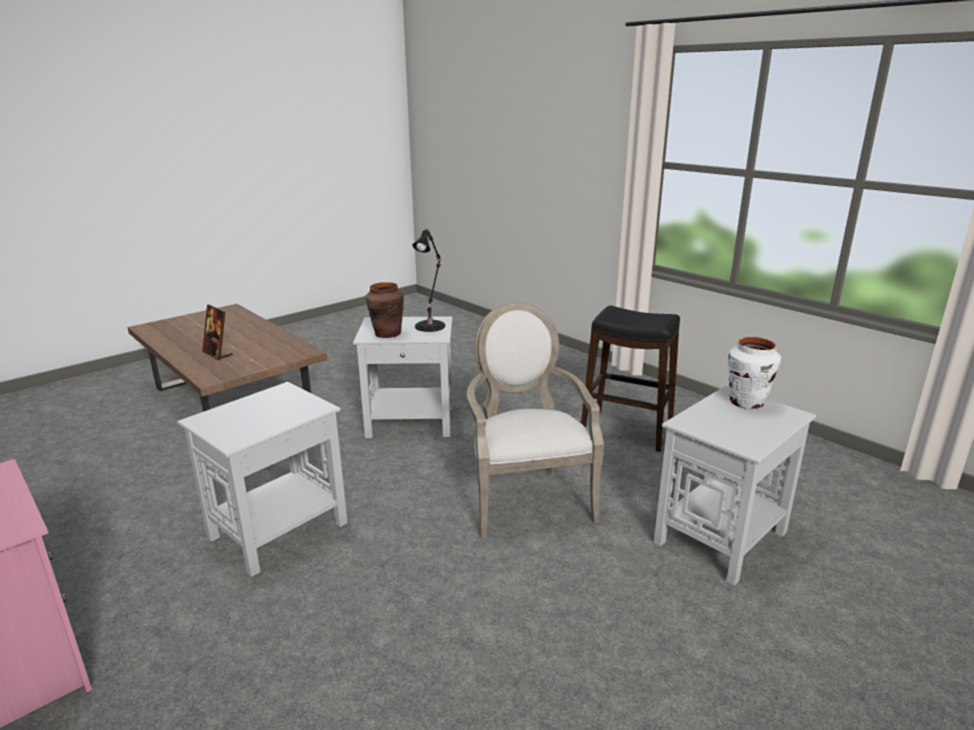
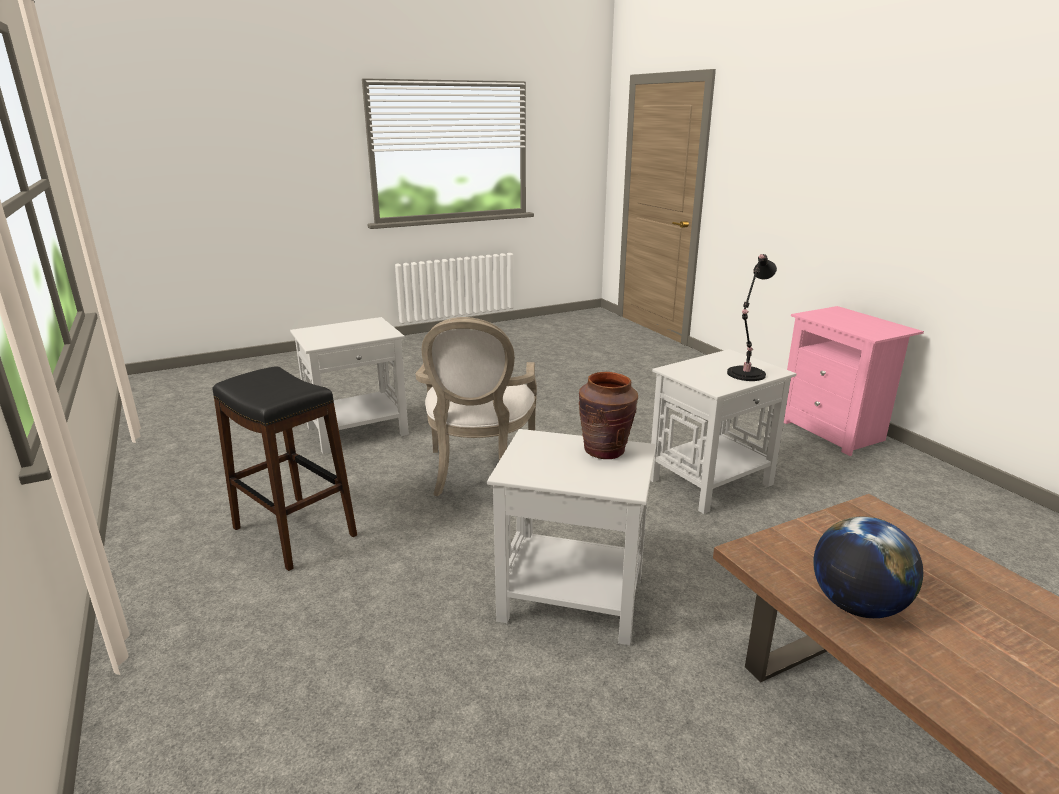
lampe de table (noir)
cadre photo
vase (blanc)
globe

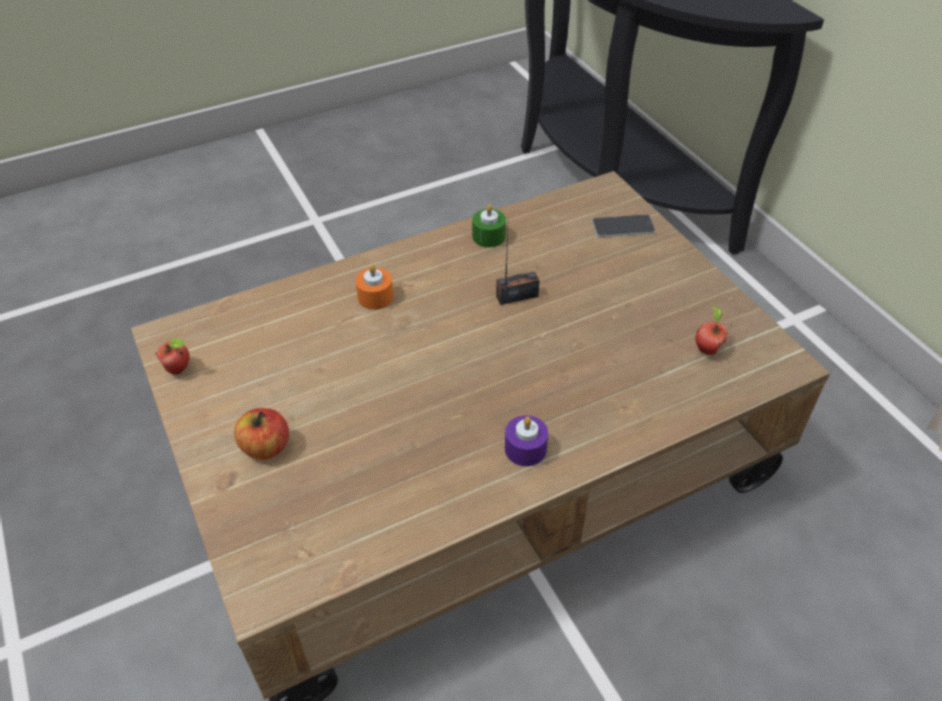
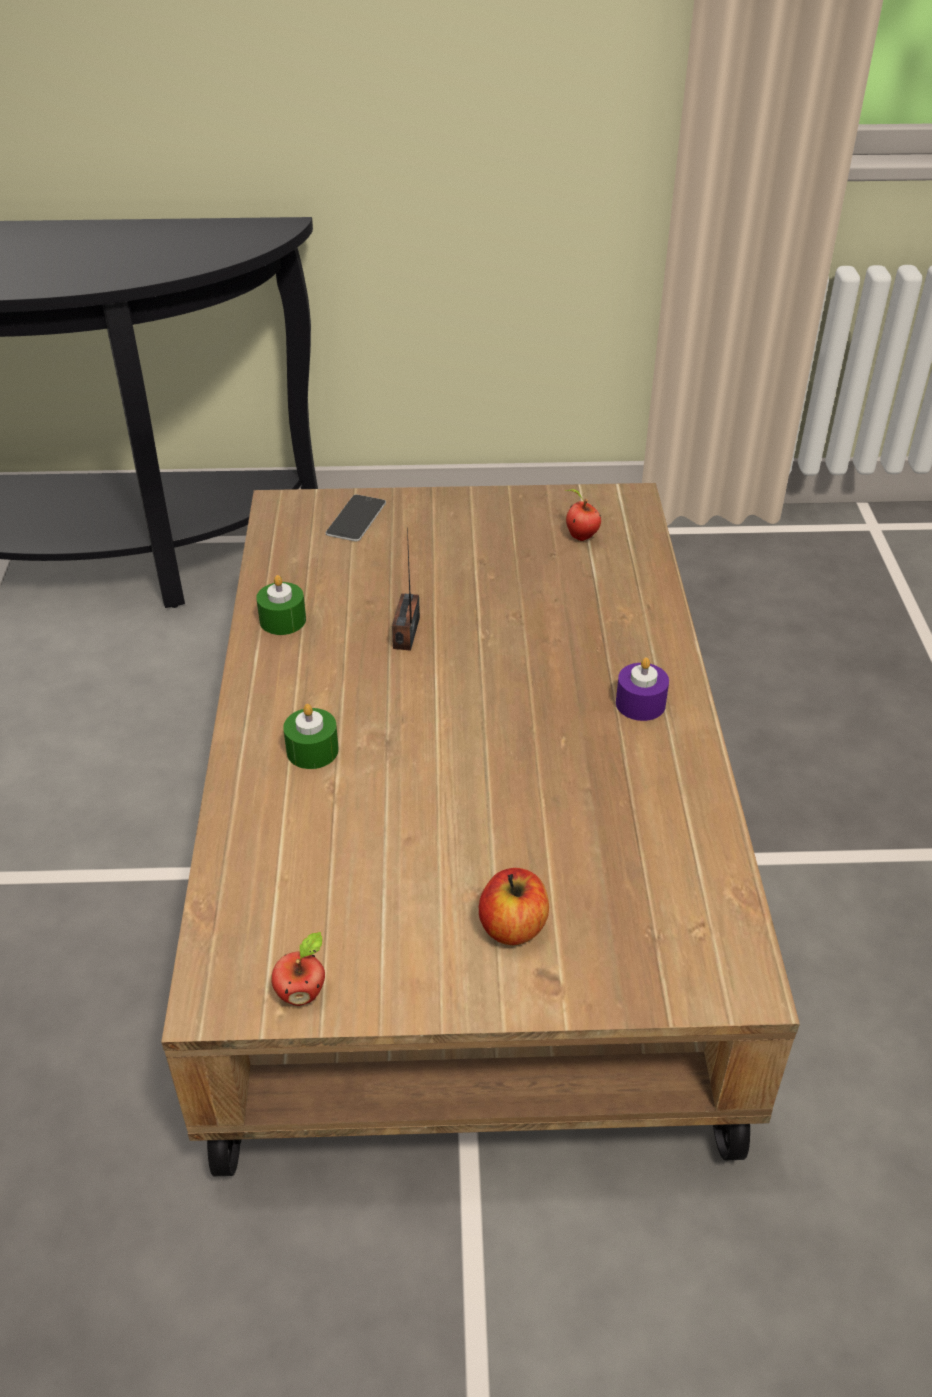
bougie (vert) (2nd from left)

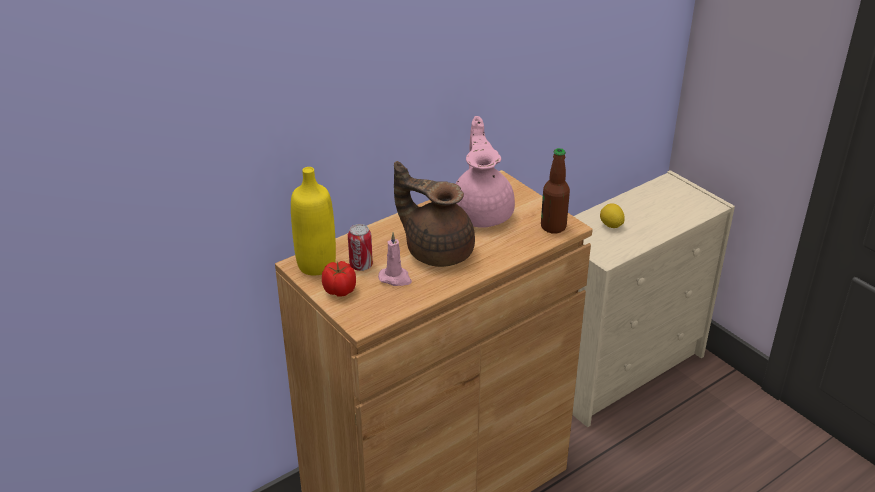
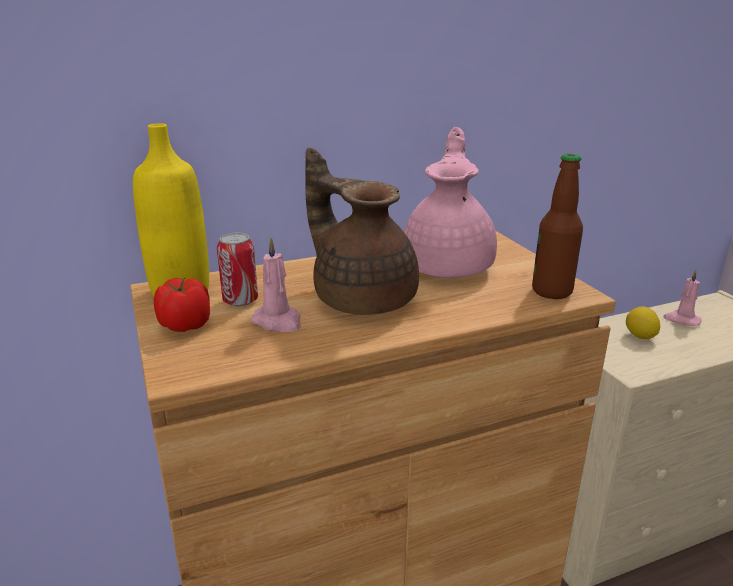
bougie (rose) (2nd from left)

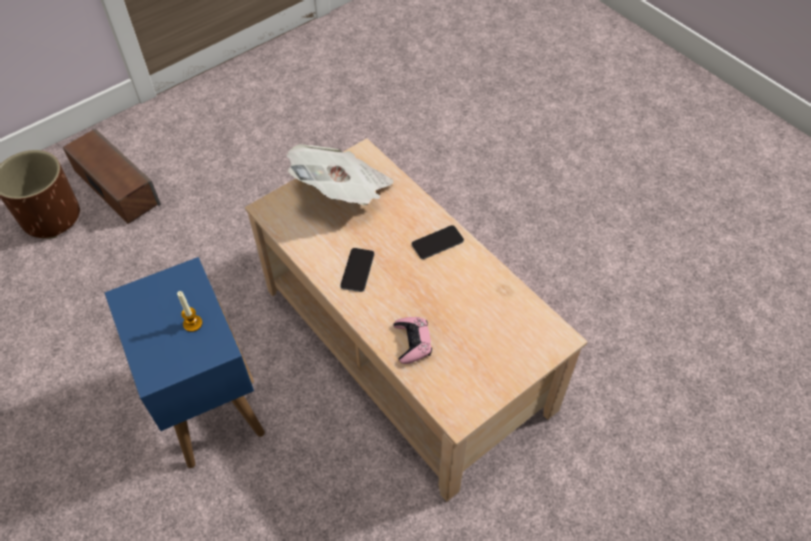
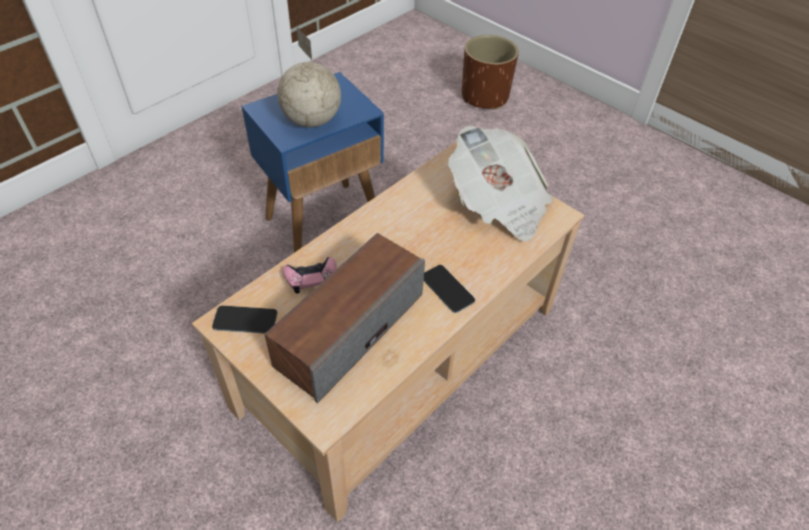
enceinte
téléphone (1st from left)
globe

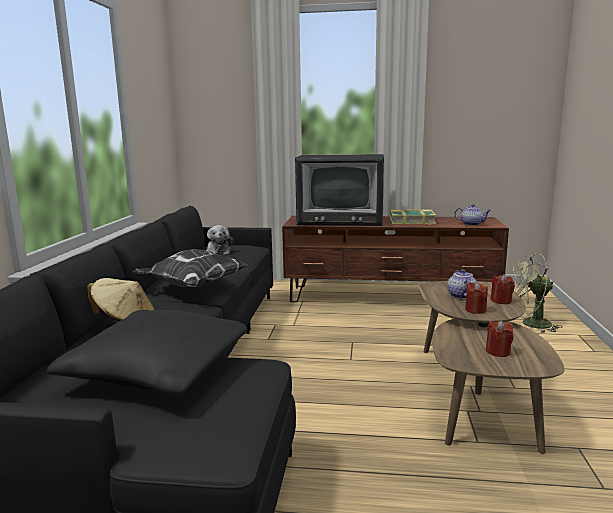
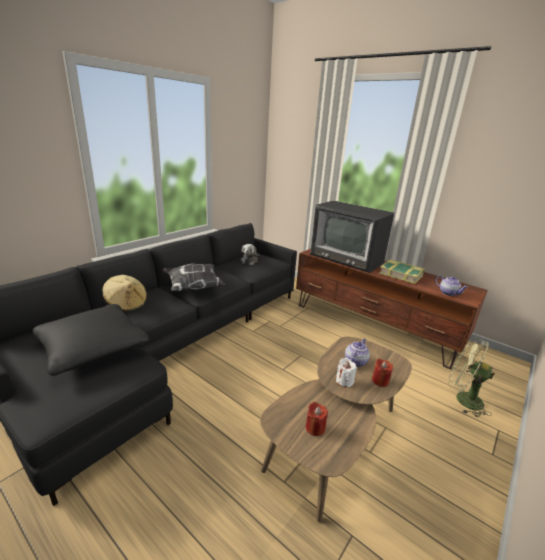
bougie (blanc)

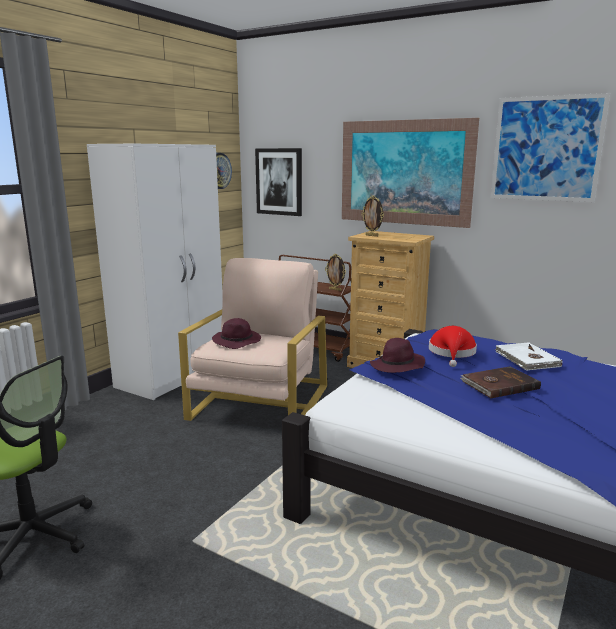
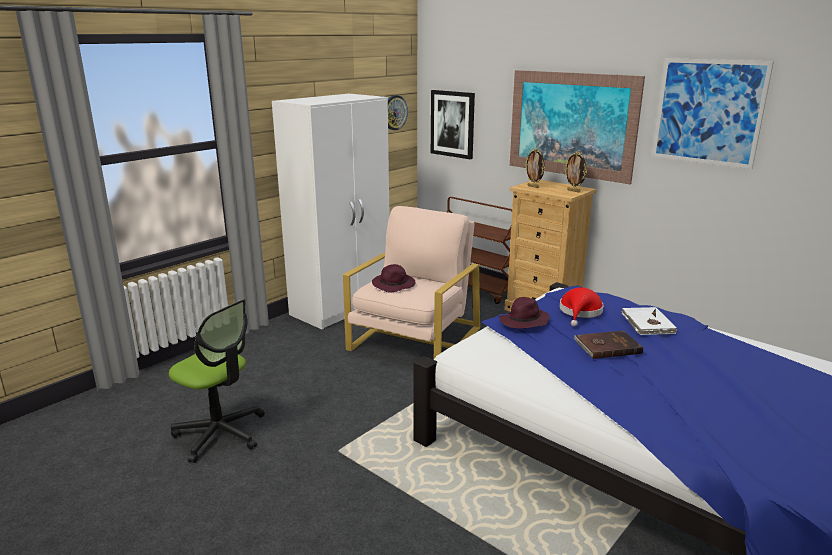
cadre photo (2nd from left)

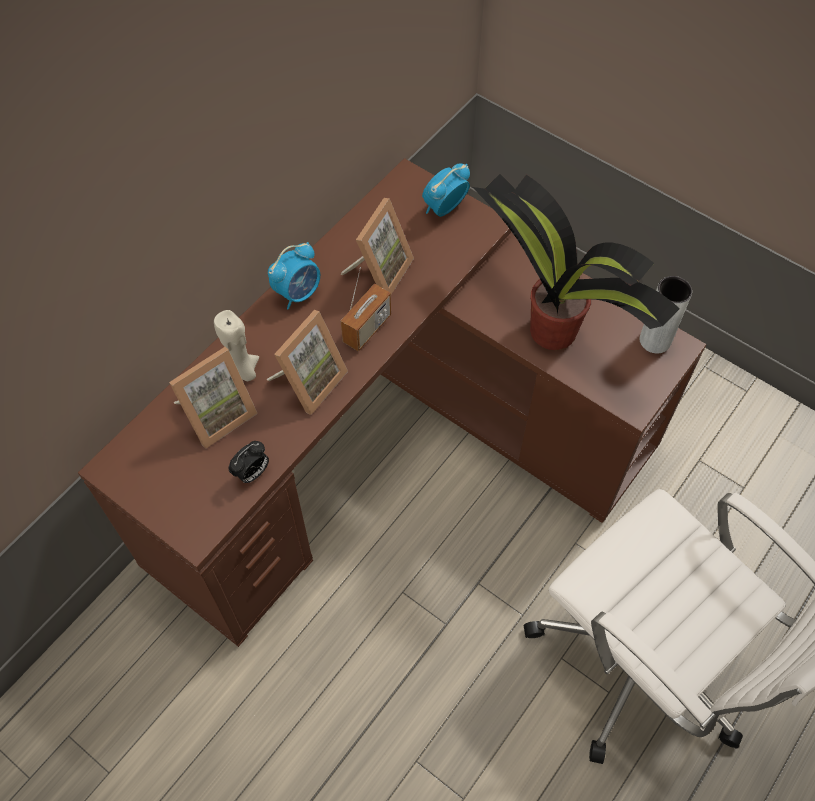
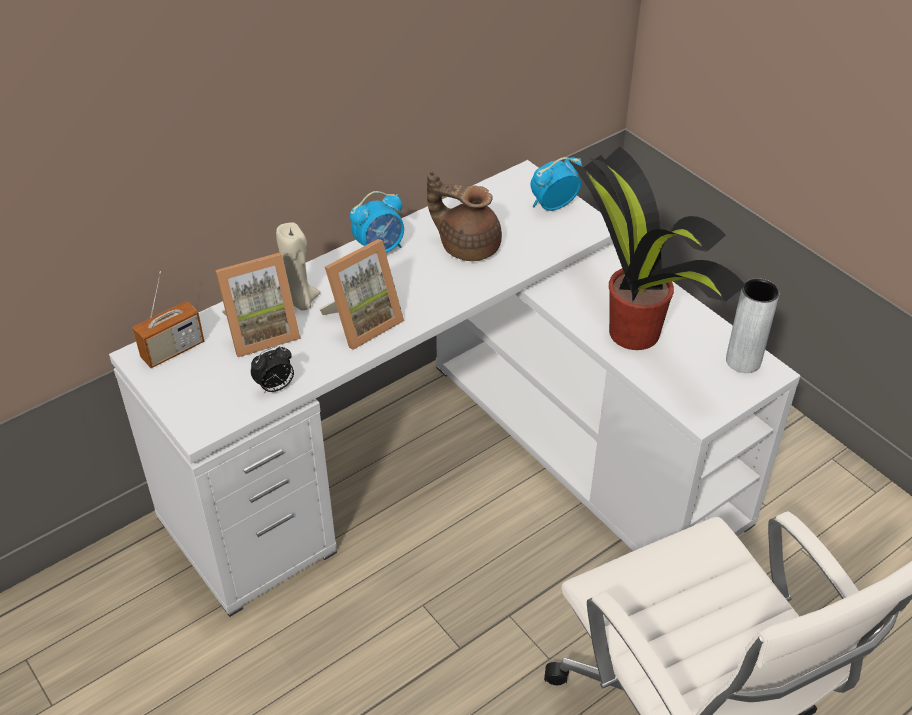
bureau (blanc)
théière (marron)
radio

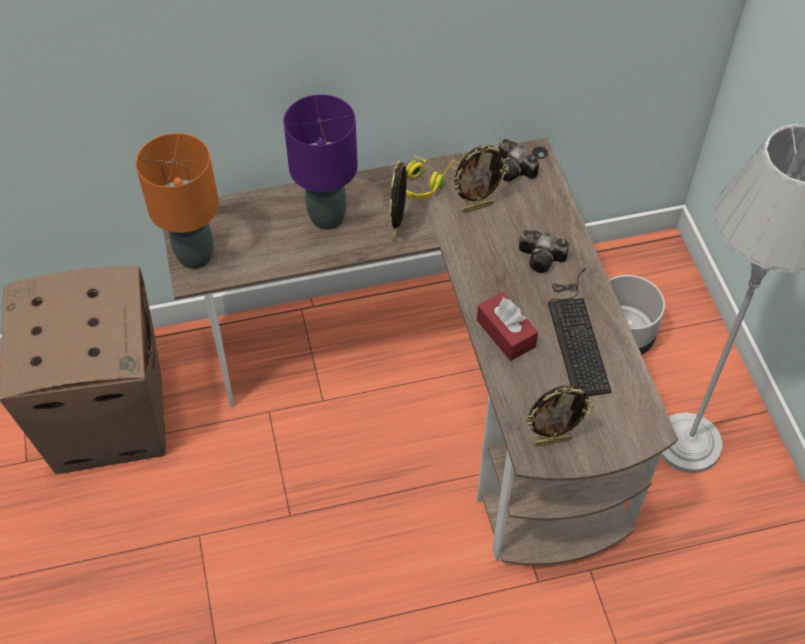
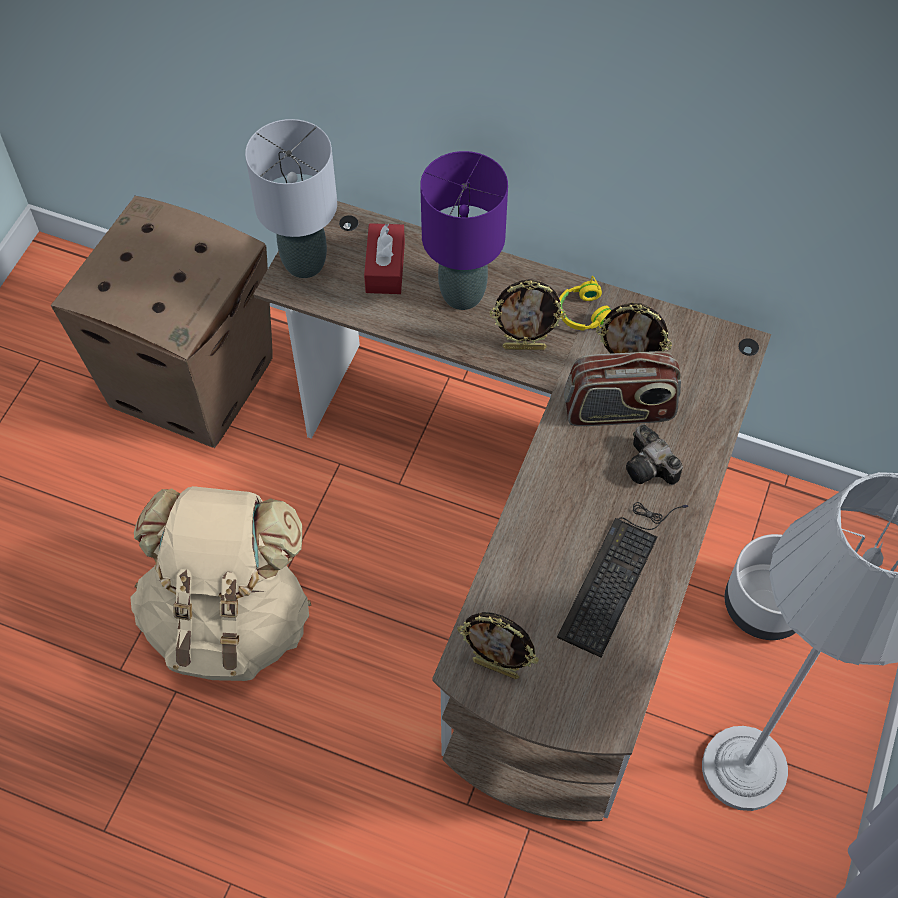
lampe de table (gris)
appareil photo (1st from left in the first image)
cadre photo (2nd from left)
boîte à mouchoirs (rouge)
radio
sac à dos (beige)

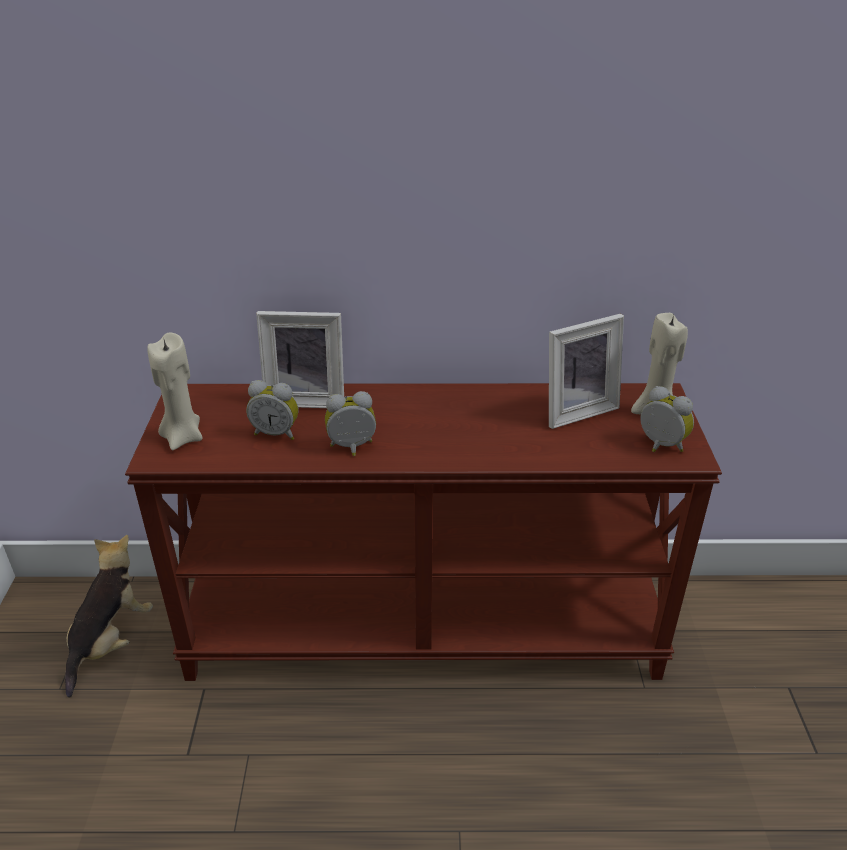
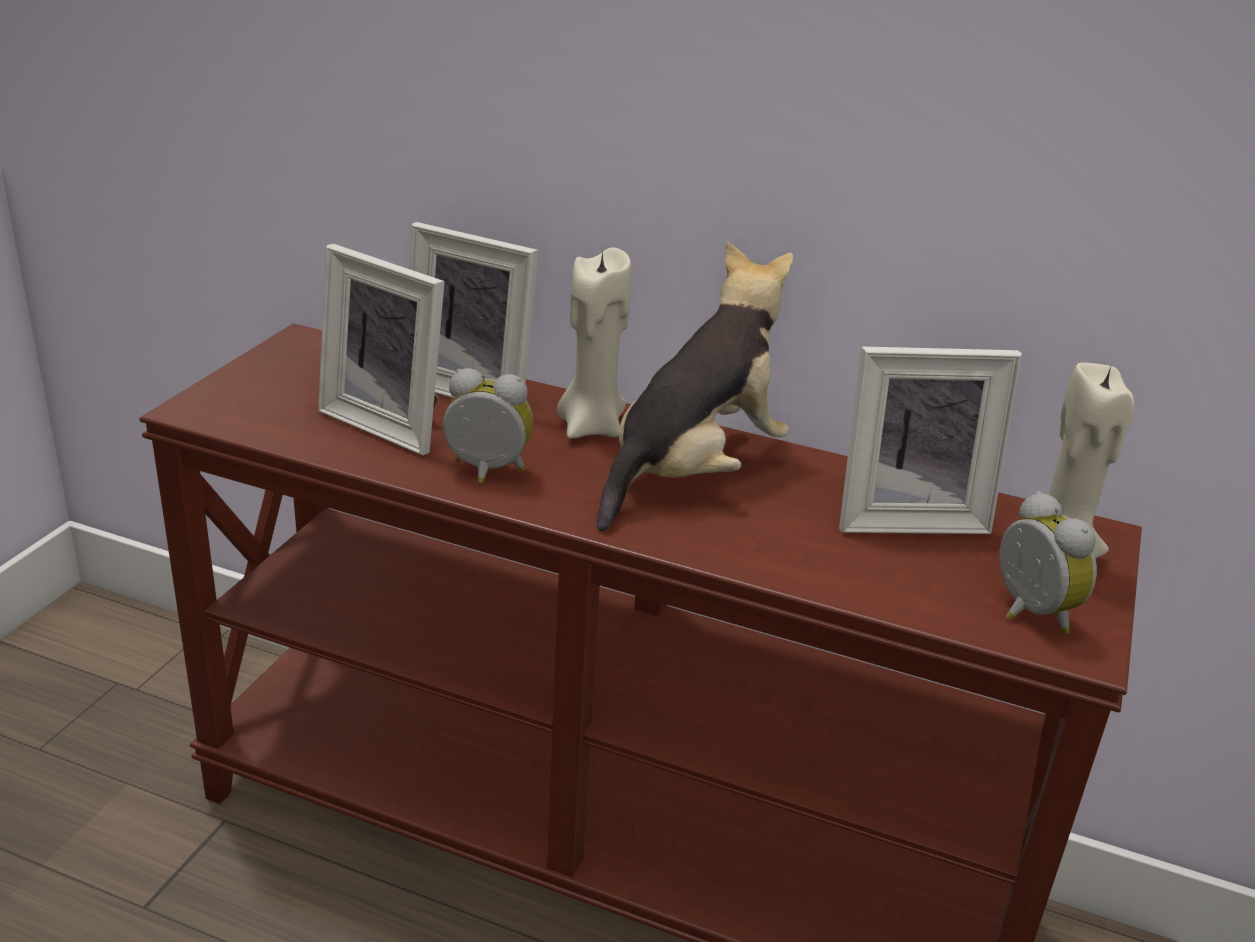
bougie (beige) (1st from left)
cadre photo (1st from left)
peluche

